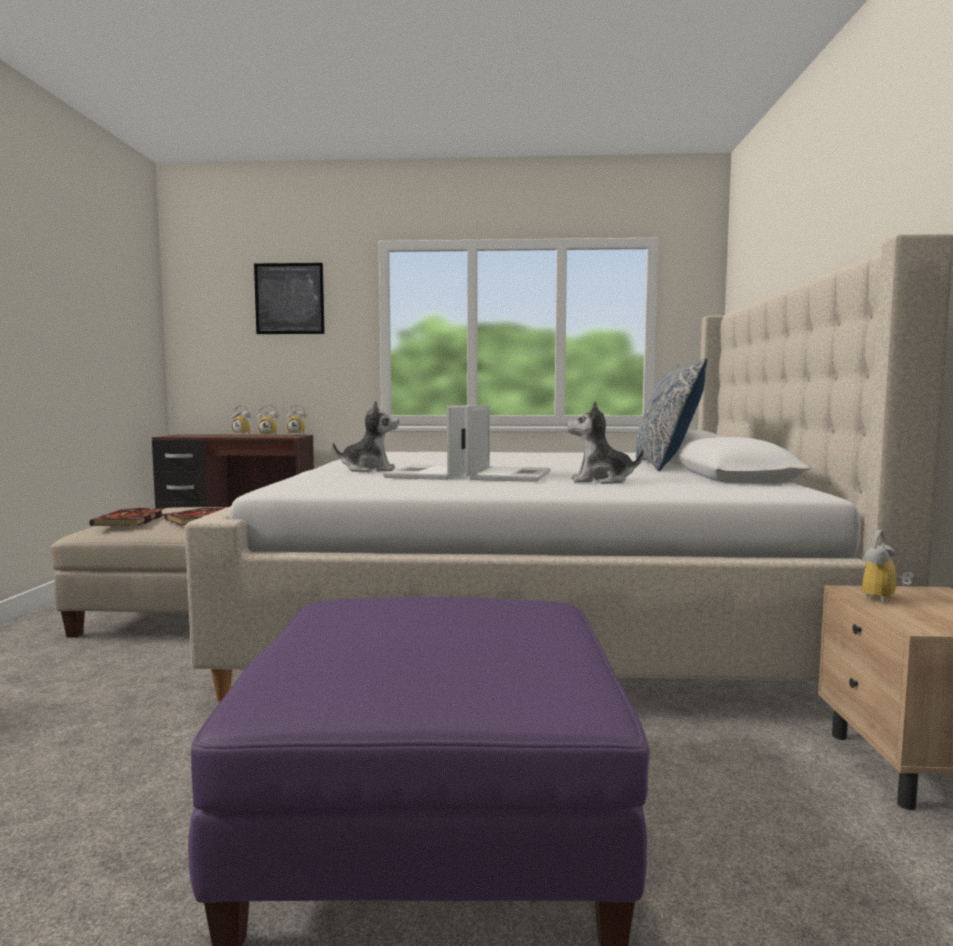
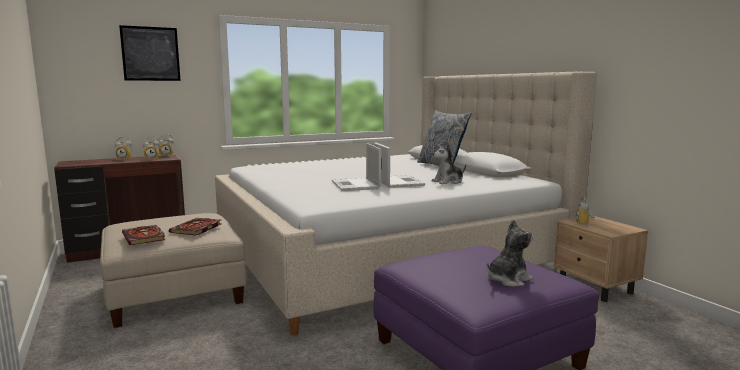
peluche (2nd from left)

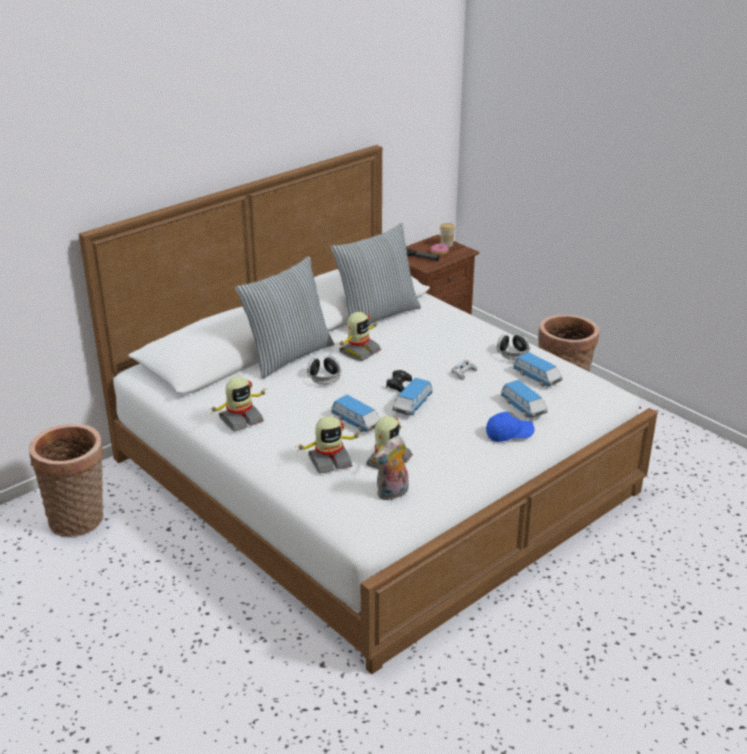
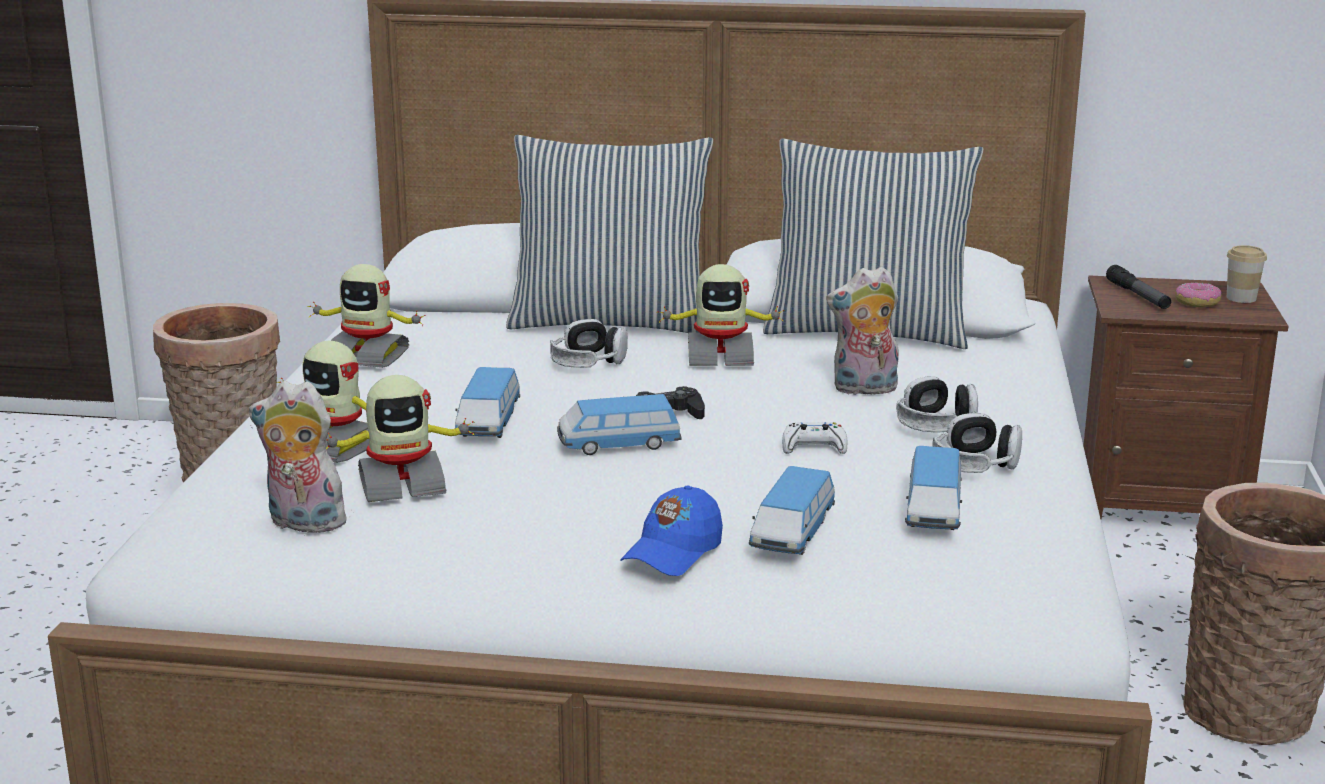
casquette (bleu)
peluche (2nd from left)
casque audio (2nd from left)

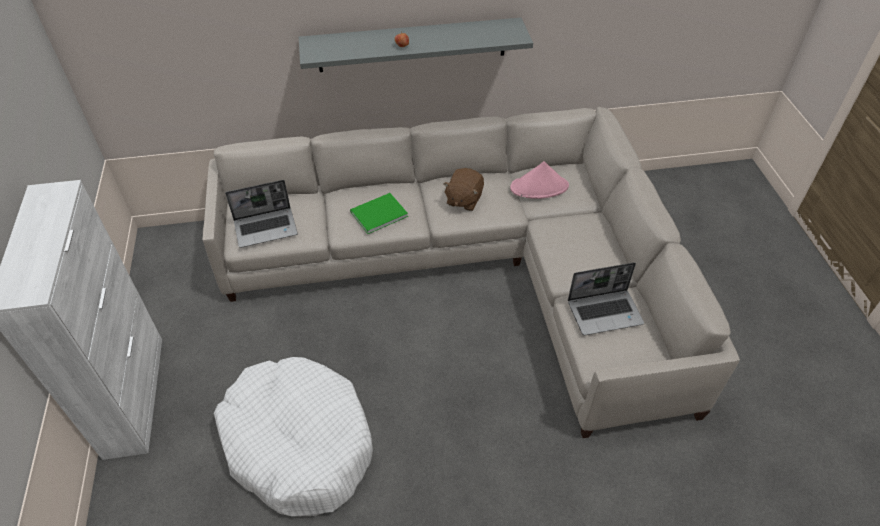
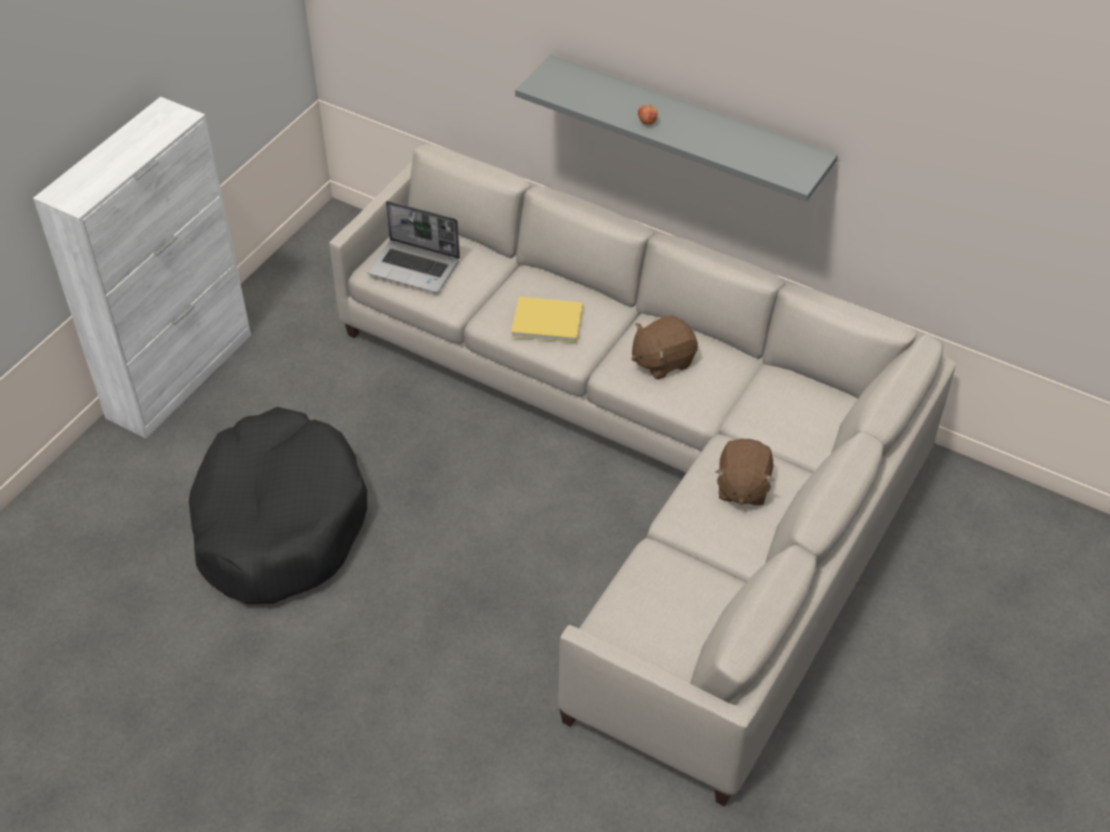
chapeau (rose)
livre (jaune)
ordinateur portable (2nd from left in the first image)
panier pour chien (noir)
peluche (marron) (2nd from left)

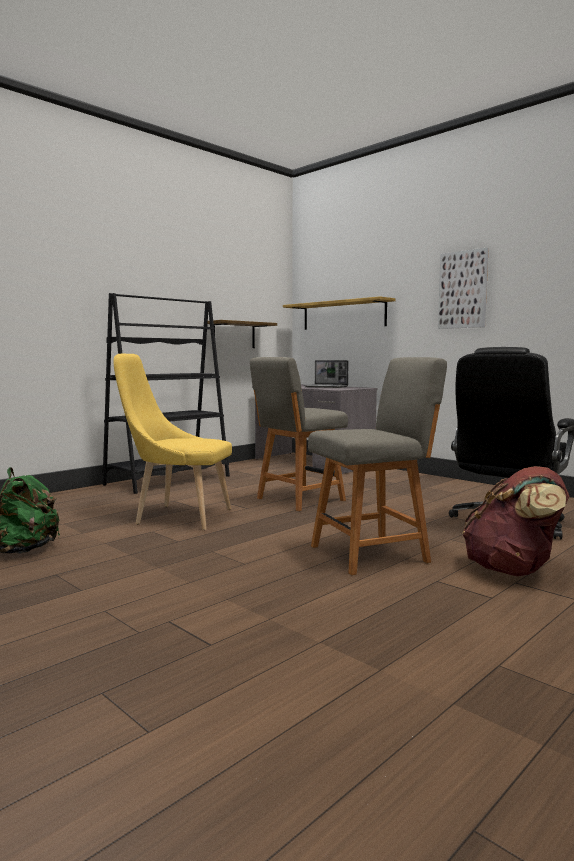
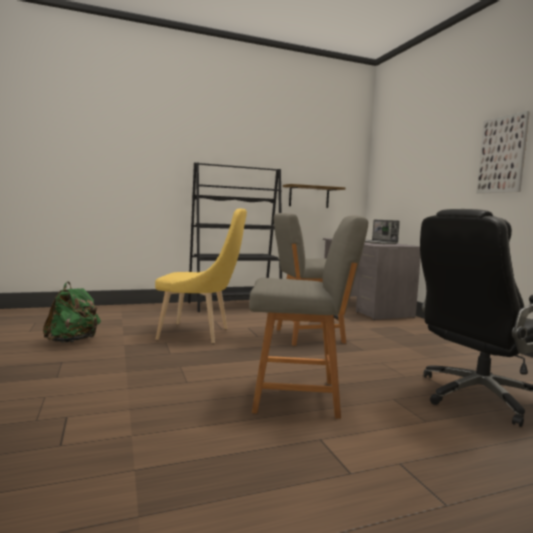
étagère (2nd from left in the first image)
chaise (jaune)
sac à dos (marron)

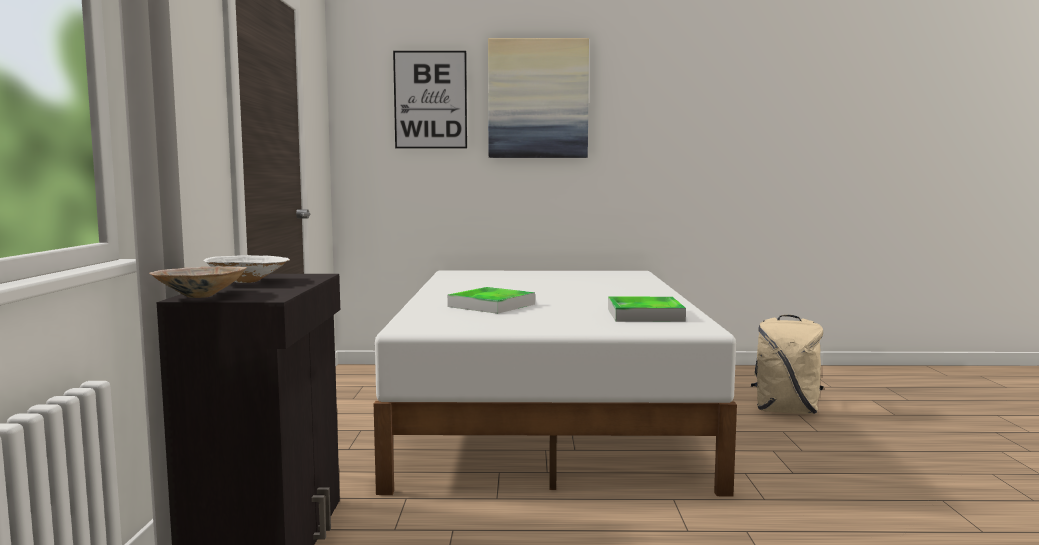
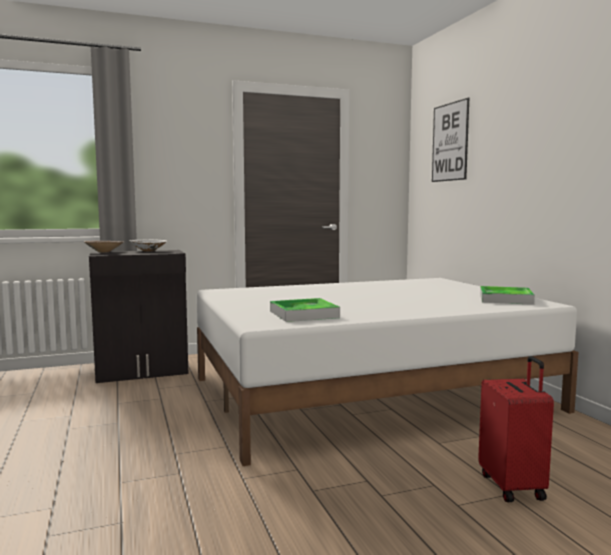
tableau (2nd from left in the first image)
plateau (2nd from left)
valise (rouge)

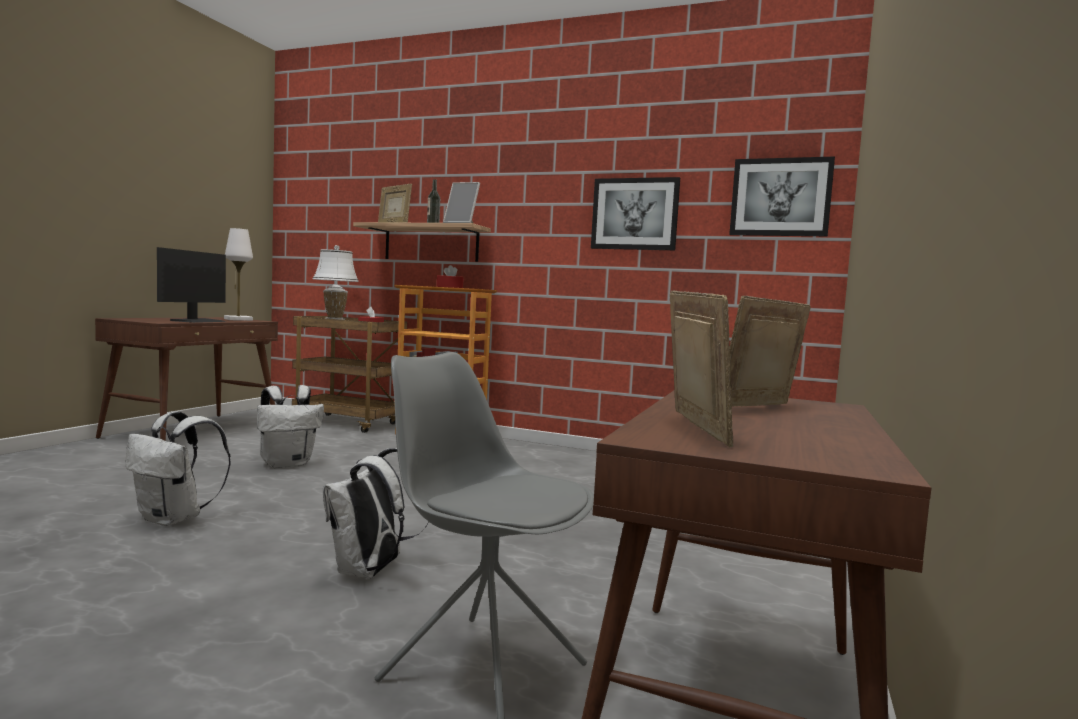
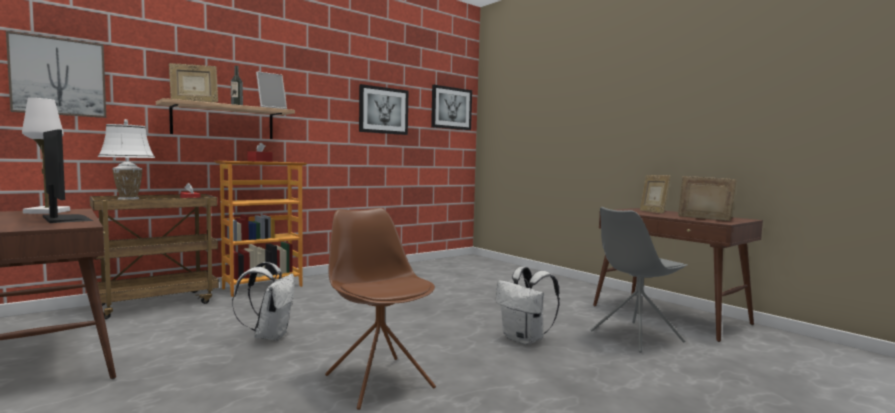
chaise (marron)
tableau (1st from left)

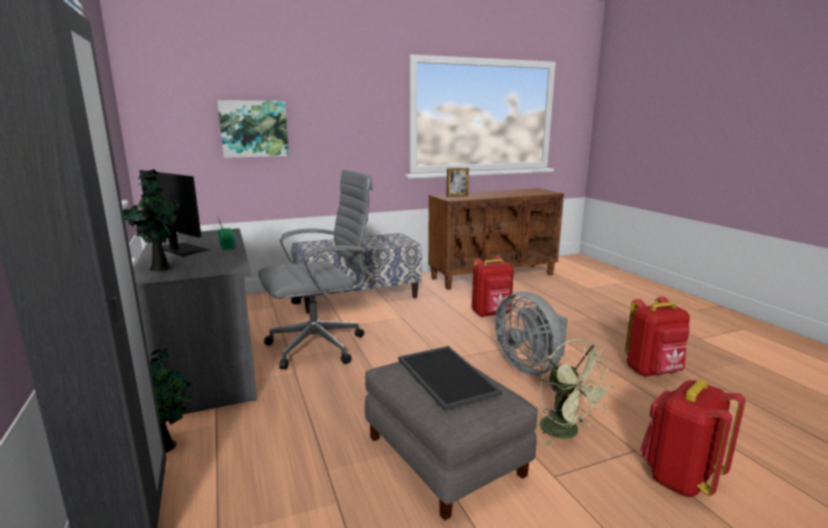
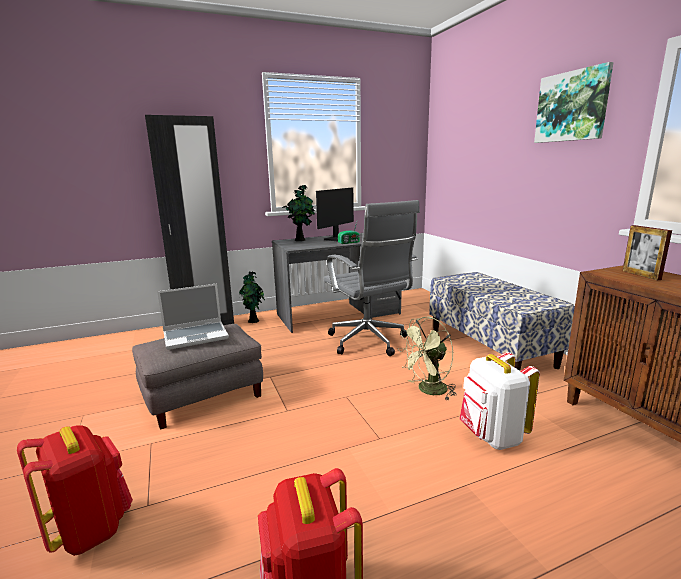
tableau
sac à dos (blanc)
ventilateur (gris)
ventilateur (vert)
ordinateur portable

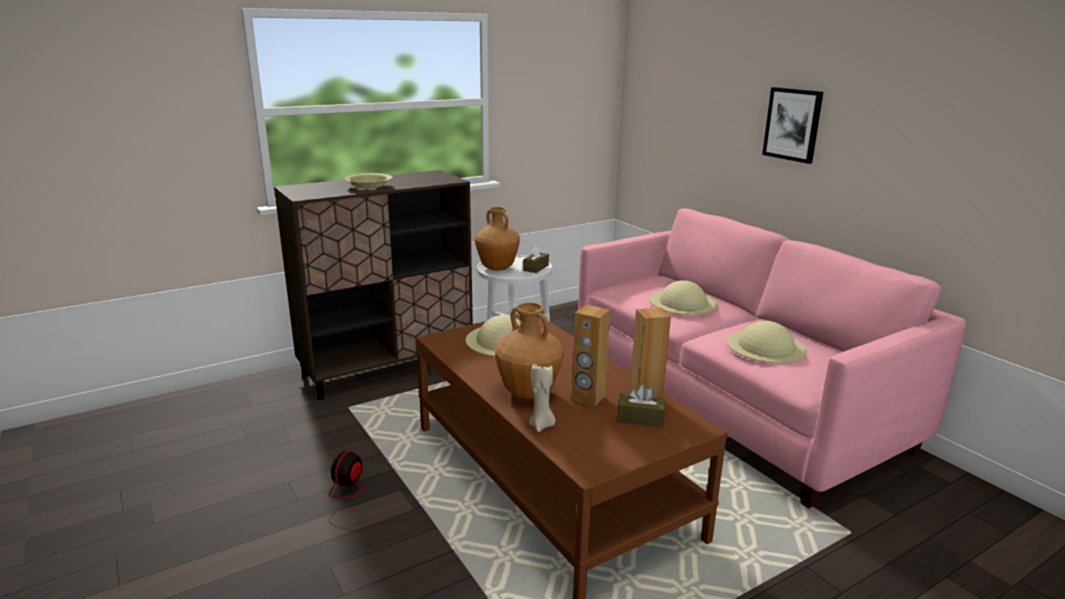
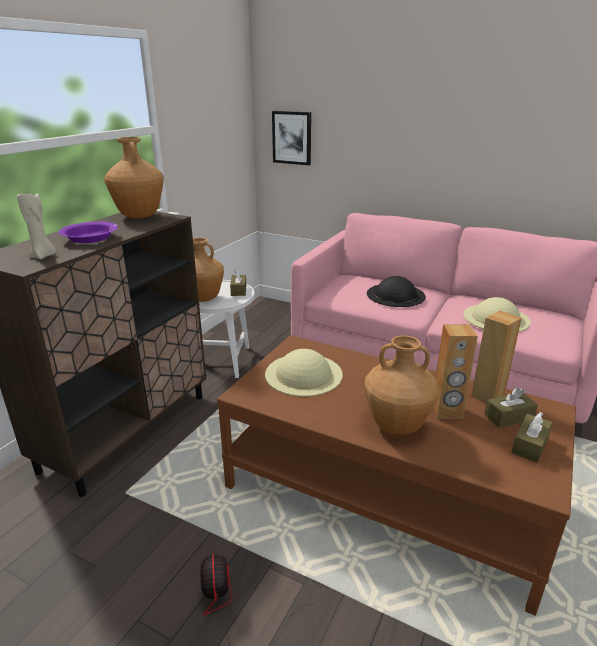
tableau
bol (violet)
chapeau (noir)
bougie (beige)
vase (marron) (1st from left)
boîte à mouchoirs (marron) (3rd from left)

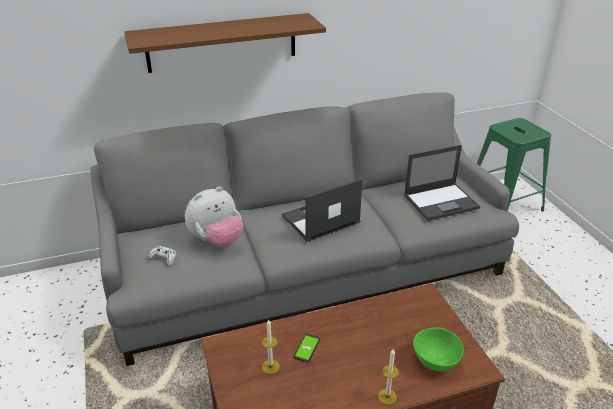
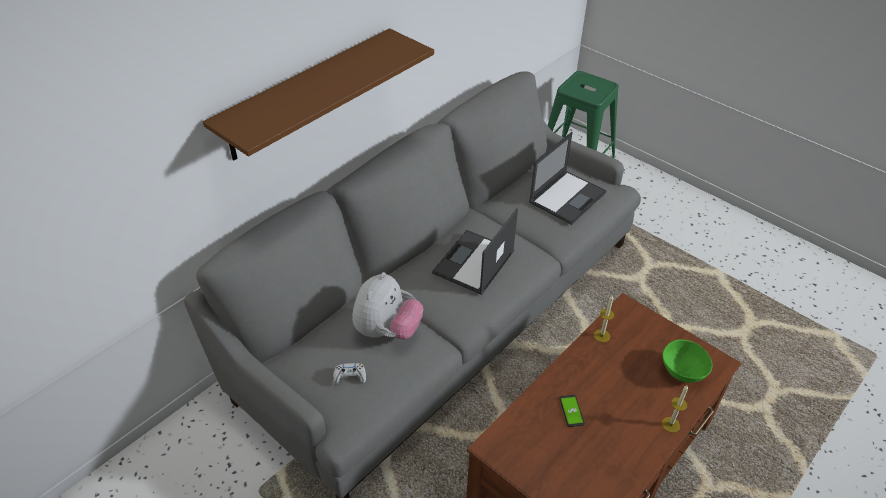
bougie (1st from left)

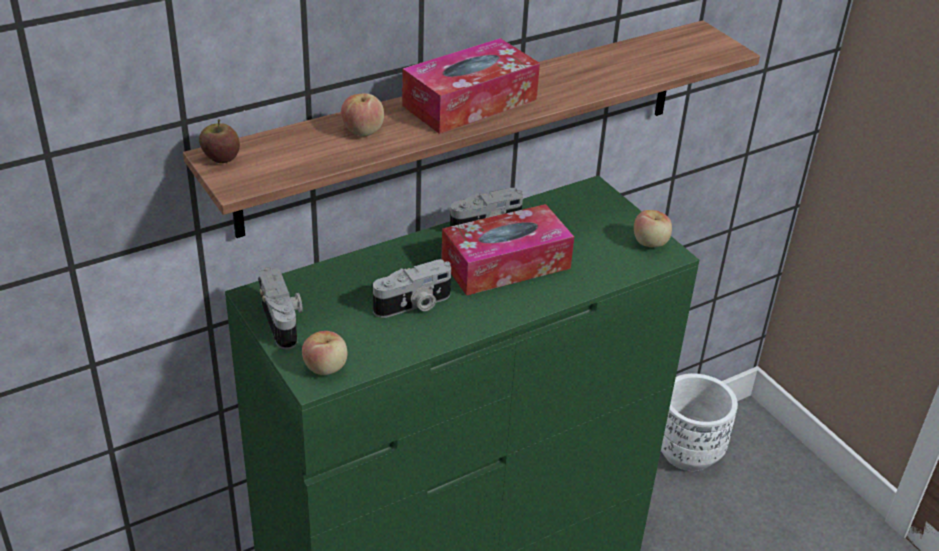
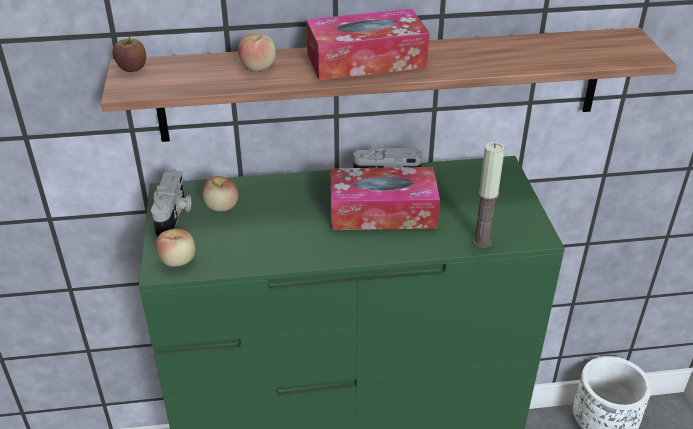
pomme (3rd from left)
appareil photo (2nd from left in the first image)
bougie

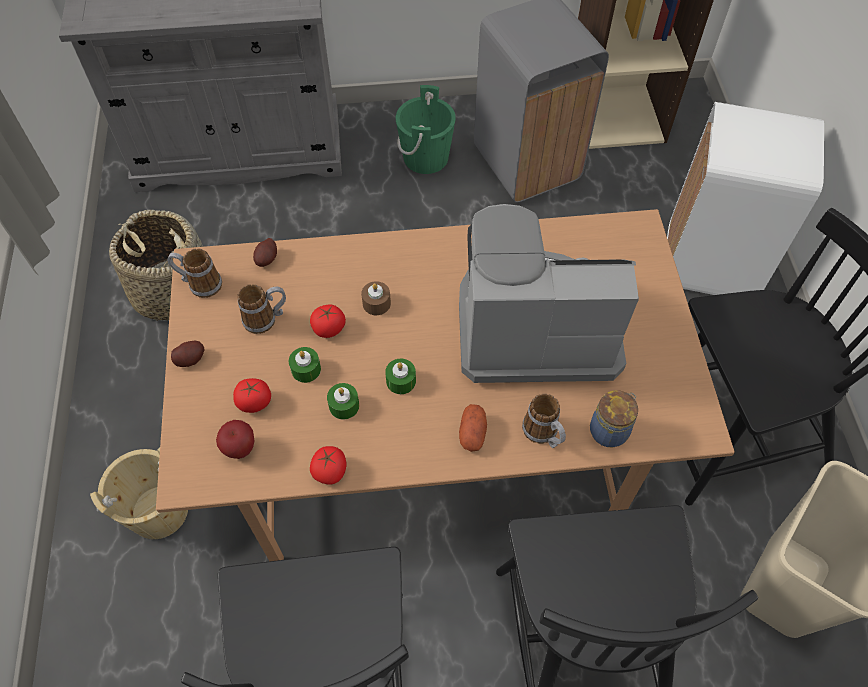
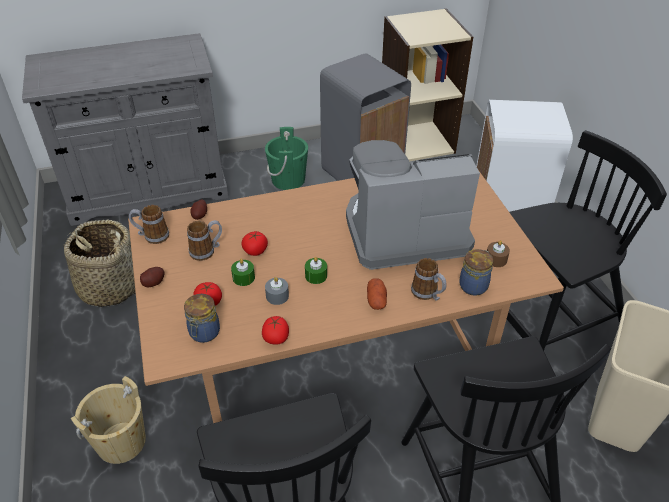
bougie (marron)
bougie (gris)
bocal (1st from left)

